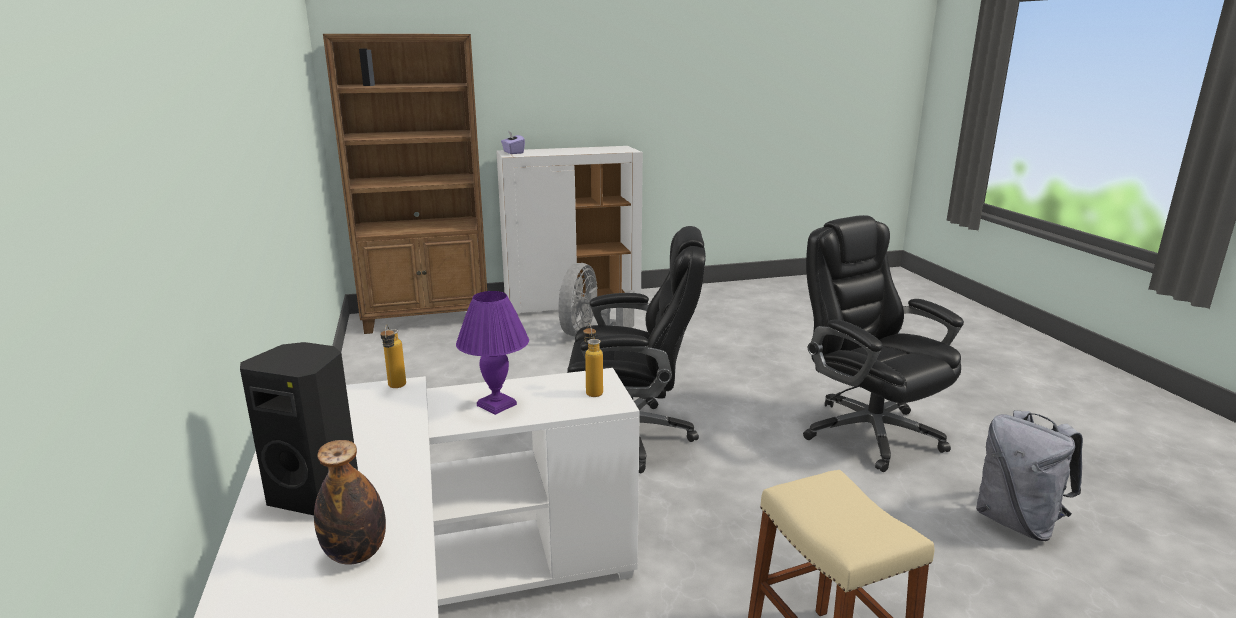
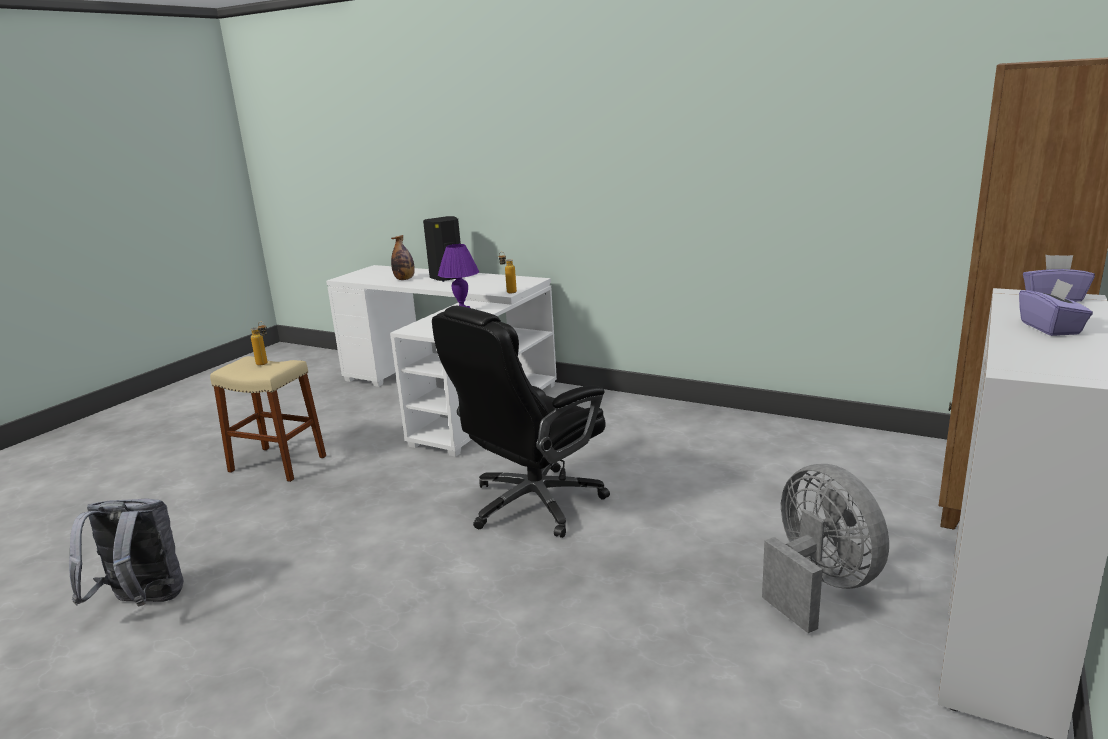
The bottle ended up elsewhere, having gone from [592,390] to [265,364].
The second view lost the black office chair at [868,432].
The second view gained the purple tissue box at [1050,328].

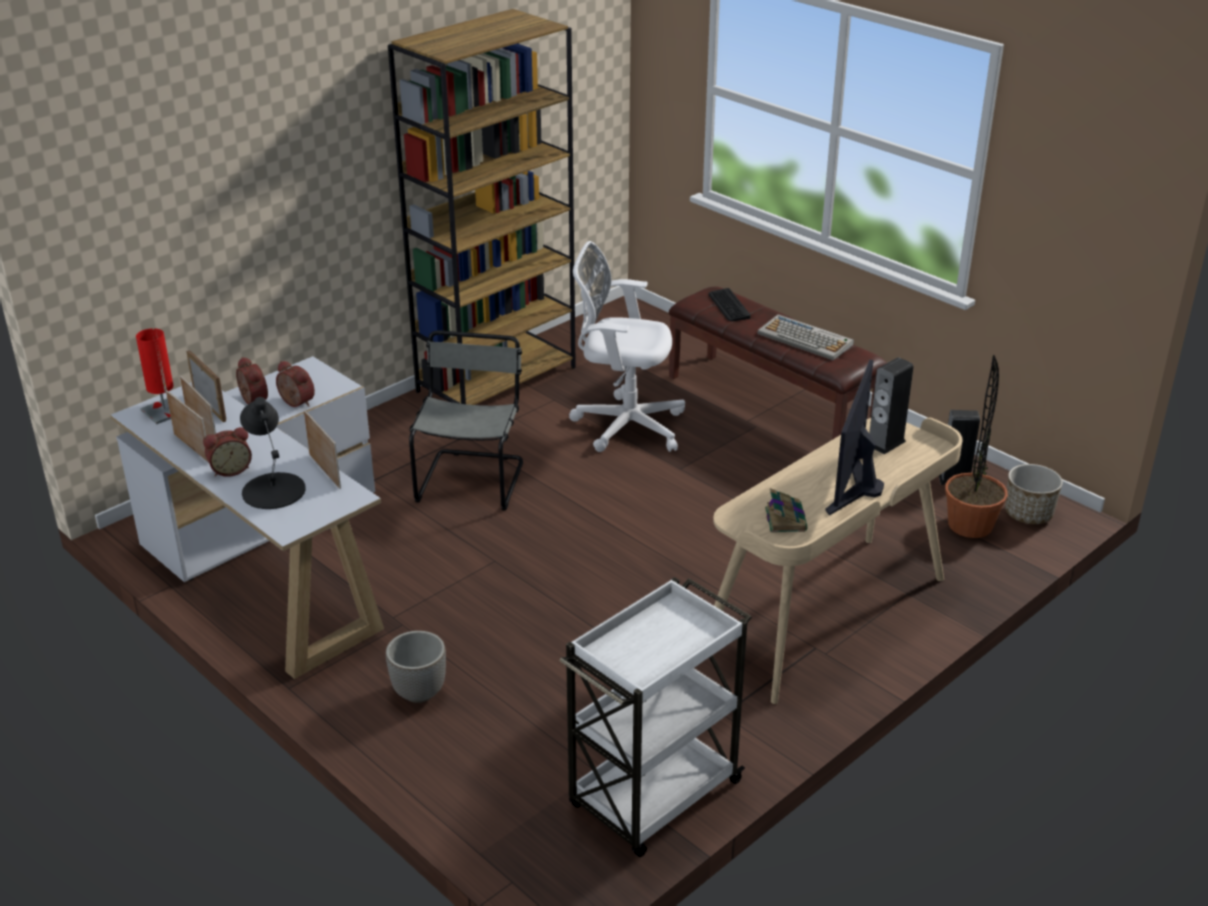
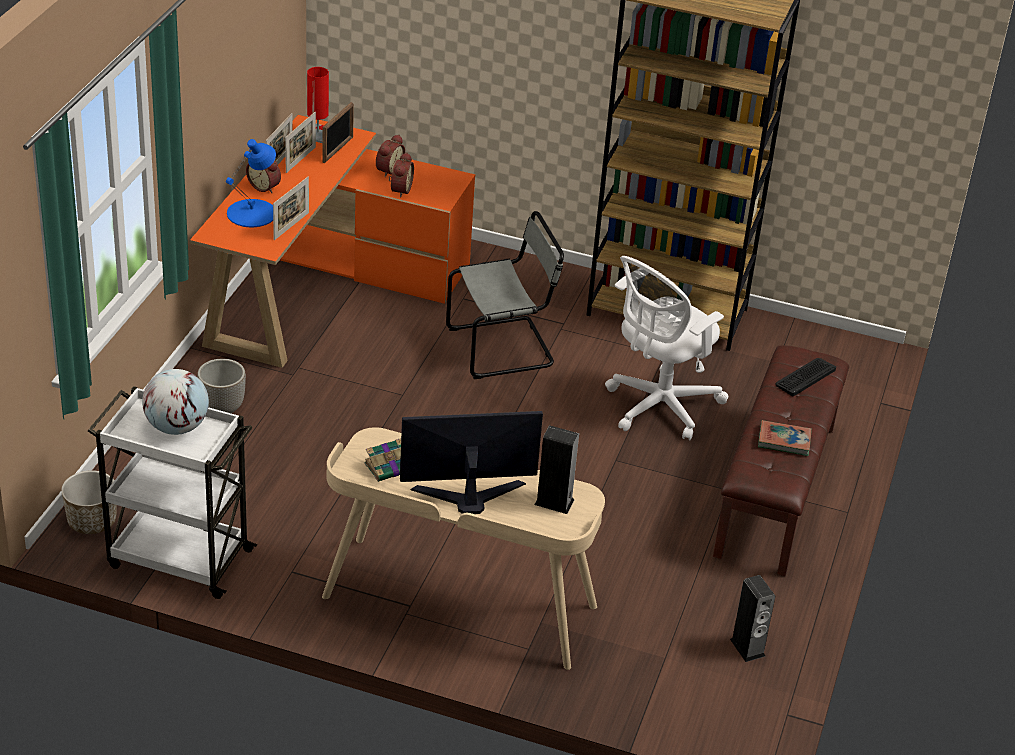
What was the white desk at [273,562] turned into the orange desk at [323,288].
What was the black table lamp at [274,490] turned into the blue table lamp at [252,213].
The white office chair at [624,425] ended up facing another way, 120 degrees counterclockwise from before.
Where the keyboard stood at [806,339], the book came to stand at [784,441].
The second view lost the potted plant at [970,525].
The planter ended up elsewhere, having gone from [1028,514] to [92,521].
The second view gained the globe at [176,427].

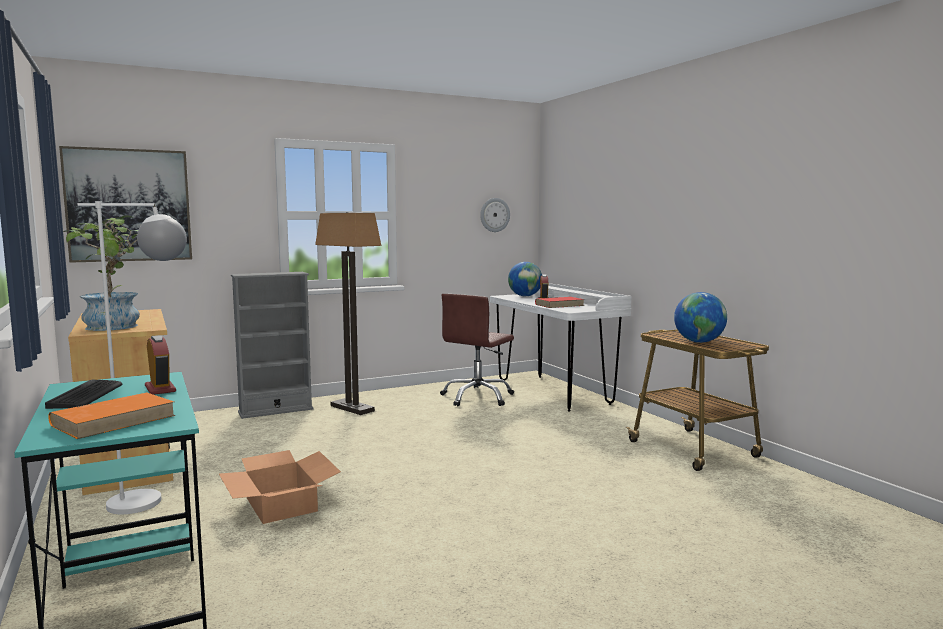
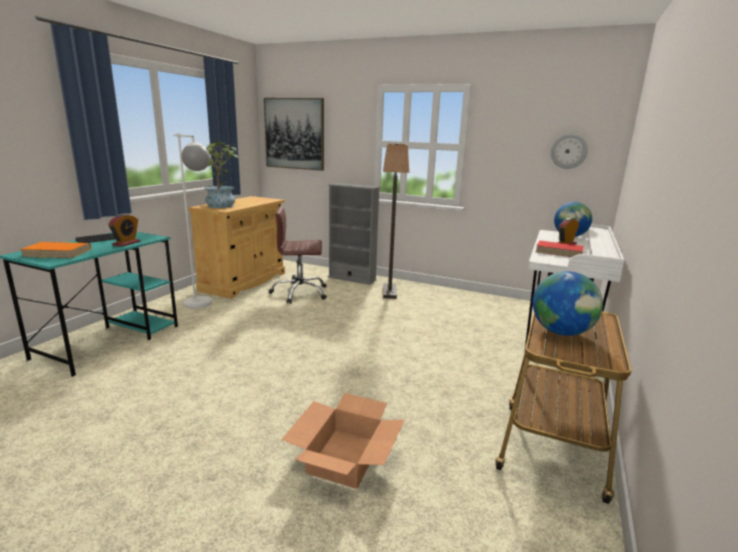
The cardboard box ended up elsewhere, having gone from [281,504] to [344,457].
The brown office chair ended up elsewhere, having gone from [477,397] to [300,293].

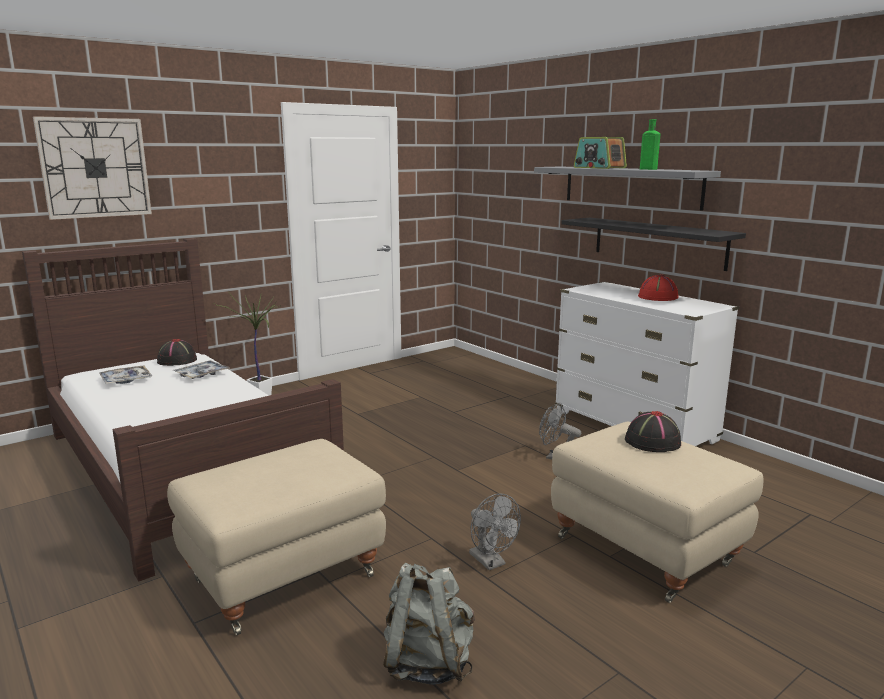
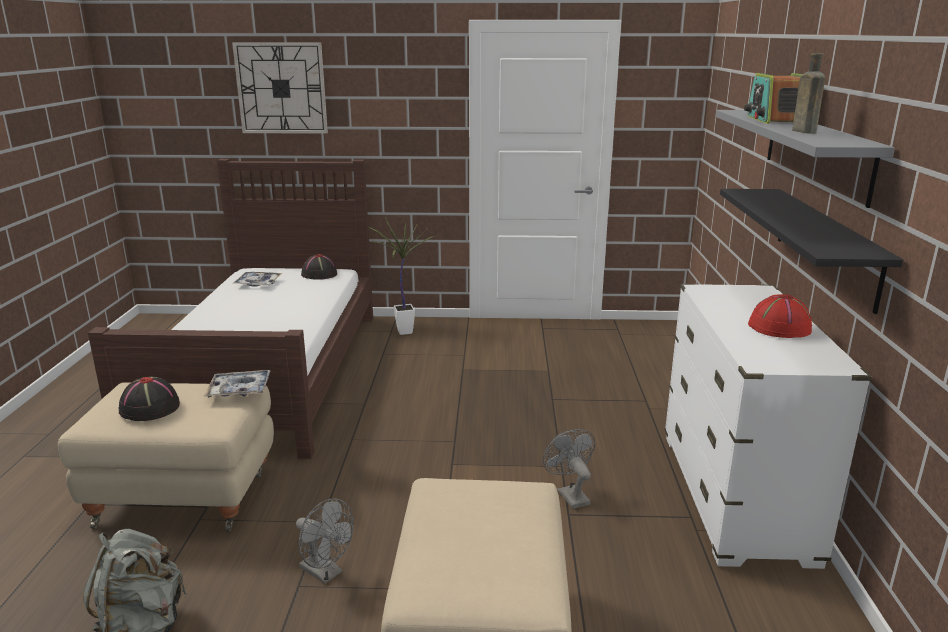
The tray ended up elsewhere, having gone from [202,374] to [239,390].
The grey fan at [491,562] ended up facing another way, 60 degrees counterclockwise from before.
The black hat ended up elsewhere, having gone from [652,442] to [149,408].
What was the green bottle at [647,169] turned into the brown bottle at [802,131].

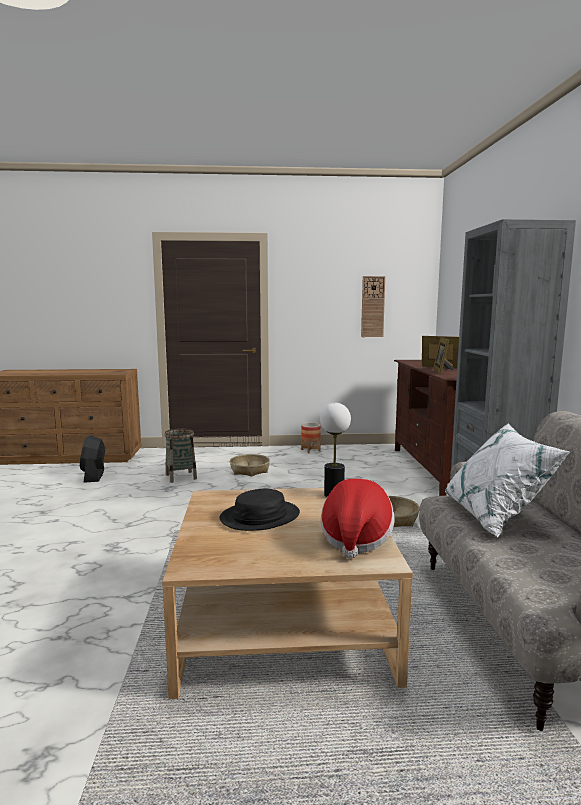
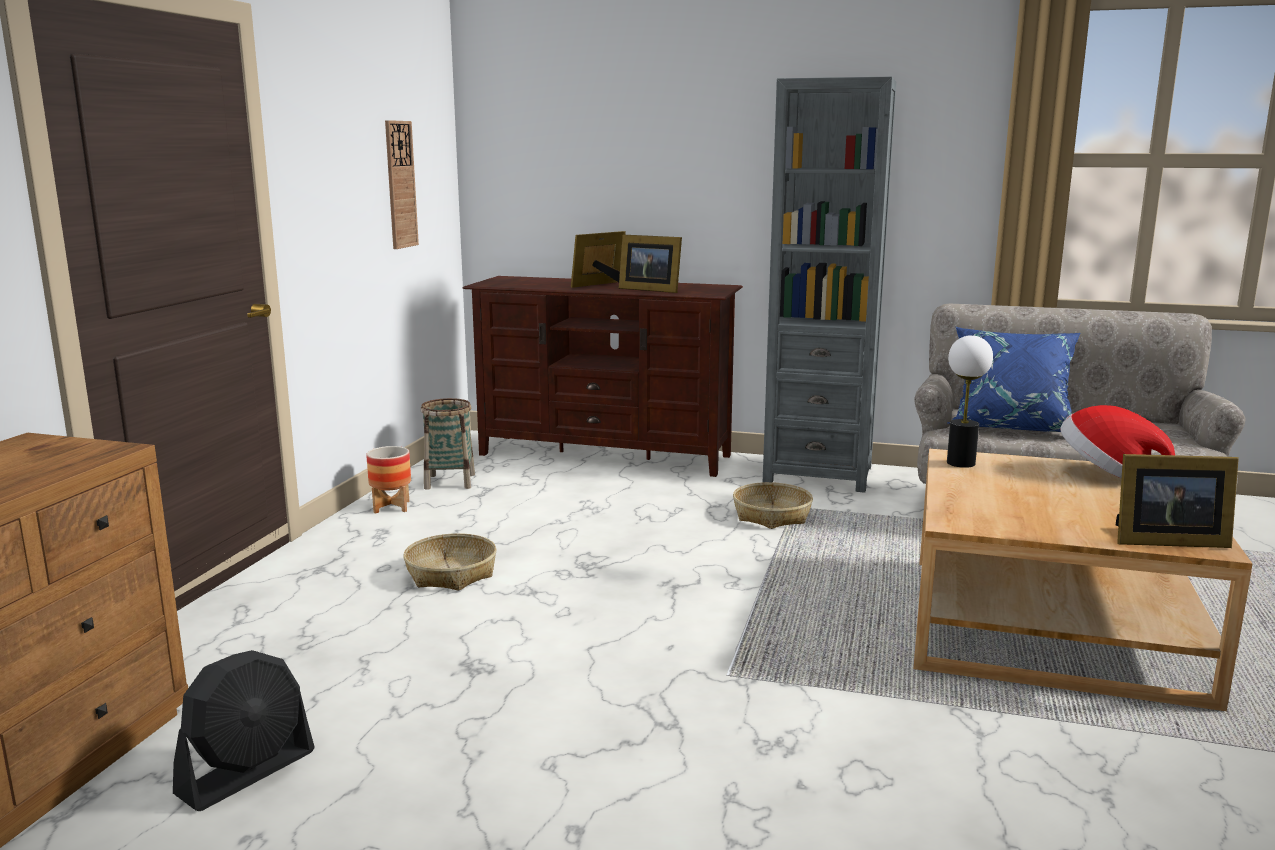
The black fan at [94,476] ended up facing another way, 60 degrees counterclockwise from before.
The basket ended up elsewhere, having gone from [181,477] to [449,481].
The second view lost the black hat at [260,517].
What was the white pillow at [495,516] turned into the blue pillow at [1010,426].
The second view gained the picture frame at [1164,540].

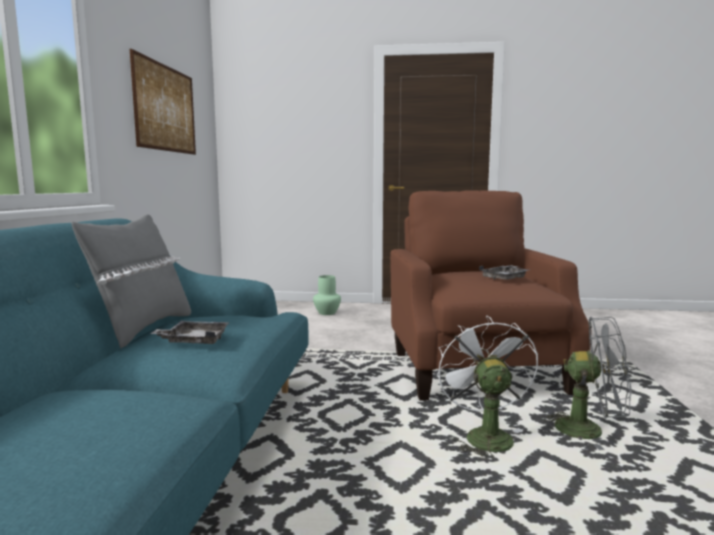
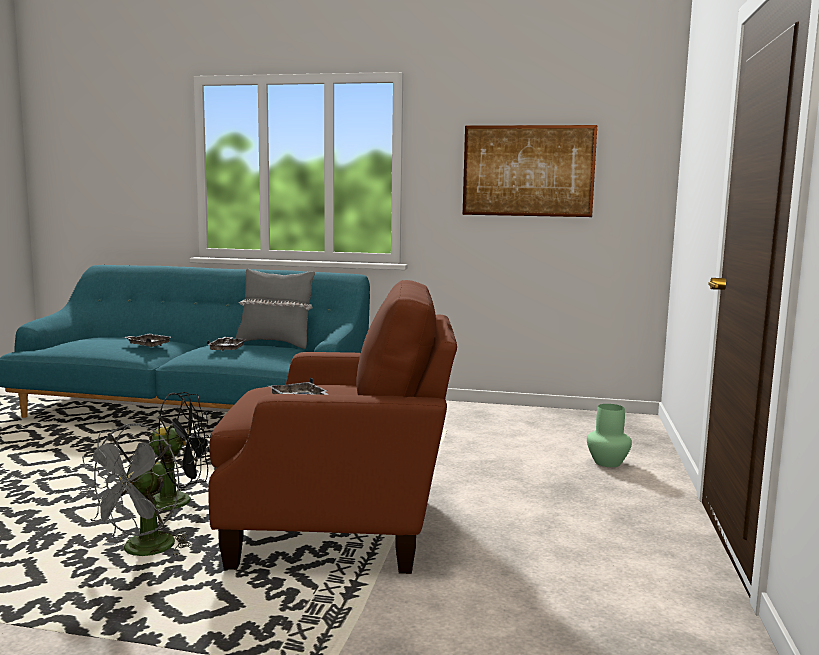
What was the white fan at [483,435] turned into the black fan at [180,502].
The second view gained the grey tray at [148,345].

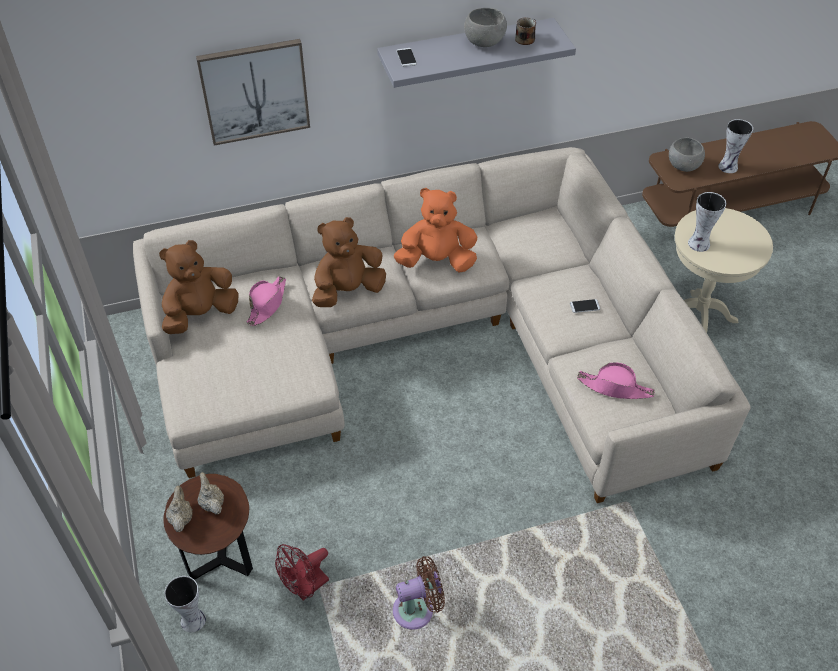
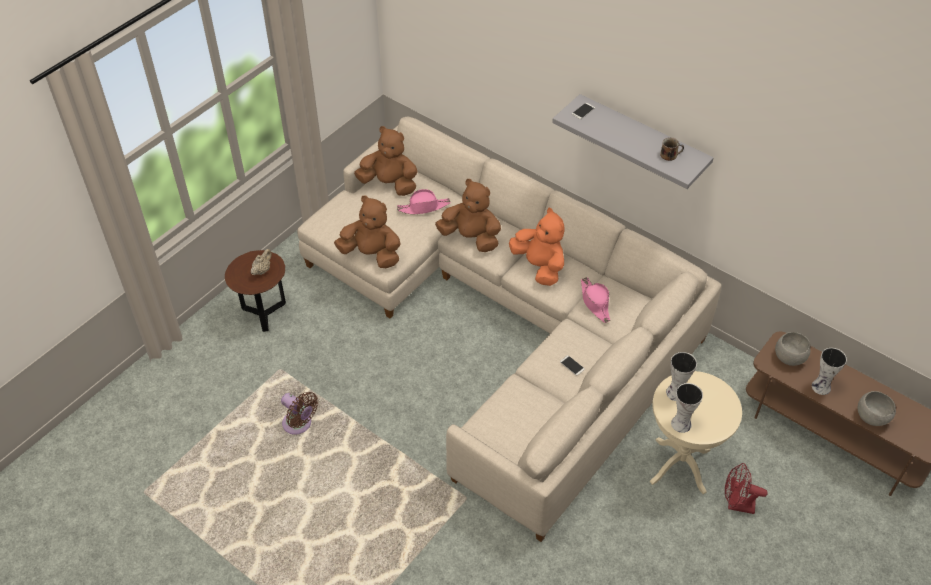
The vase ended up elsewhere, having gone from [192,619] to [681,423].
The second view lost the beige teapot at [181,518].
The second view lost the picture at [255,91].
The red fan ended up elsewhere, having gone from [305,588] to [736,505].
The grey bowl ended up elsewhere, having gone from [484,42] to [872,417].
The pink hat ended up elsewhere, having gone from [615,388] to [595,302].
The second view gained the brown plush toy at [371,254].

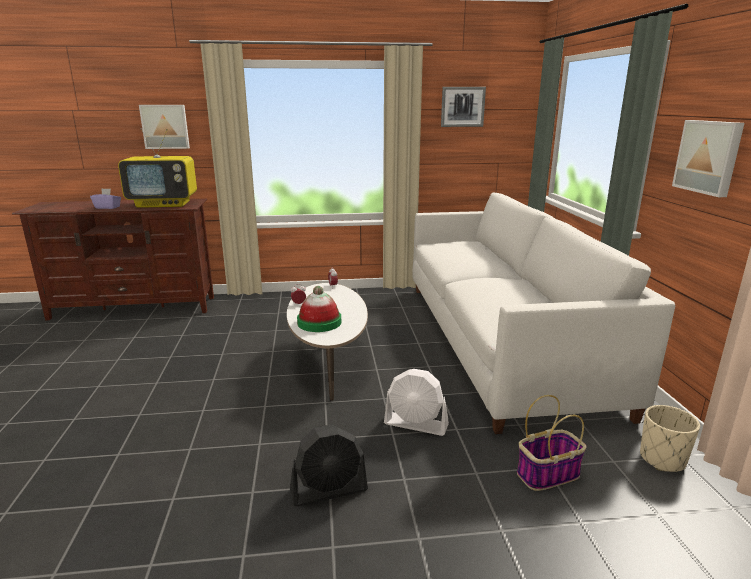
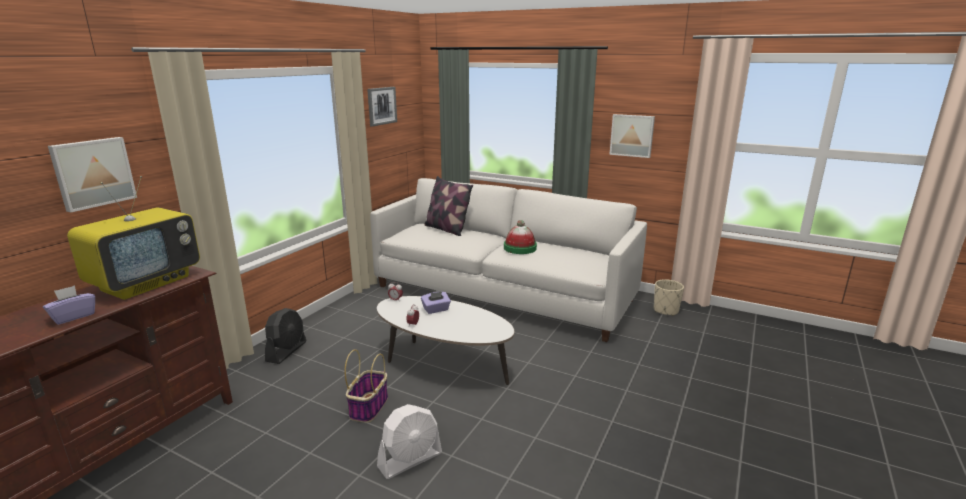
The black fan ended up elsewhere, having gone from [329,490] to [286,351].
The hat ended up elsewhere, having gone from [319,322] to [520,248].
The white fan ended up elsewhere, having gone from [416,424] to [410,460].
The basket ended up elsewhere, having gone from [548,474] to [369,407].
The second view gained the purple tissue box at [436,310].
The second view gained the pillow at [447,229].

